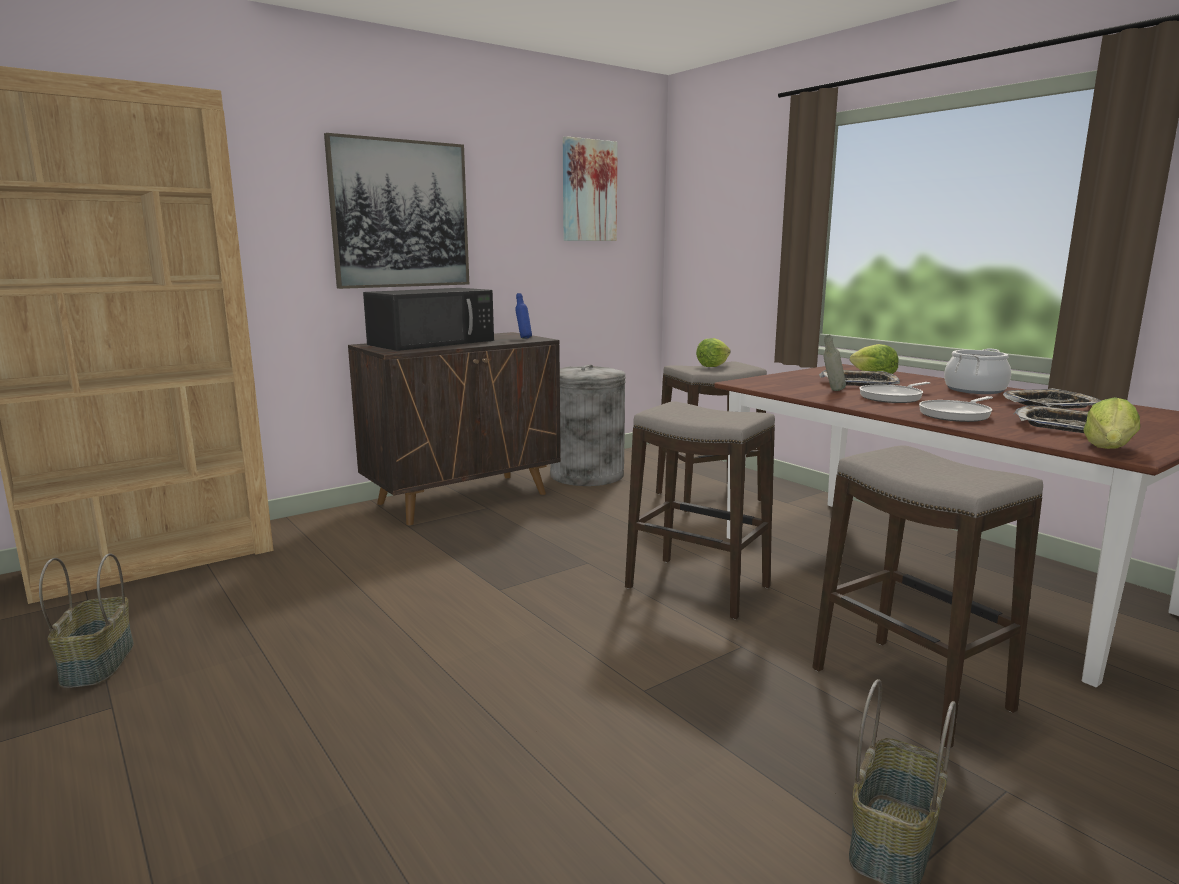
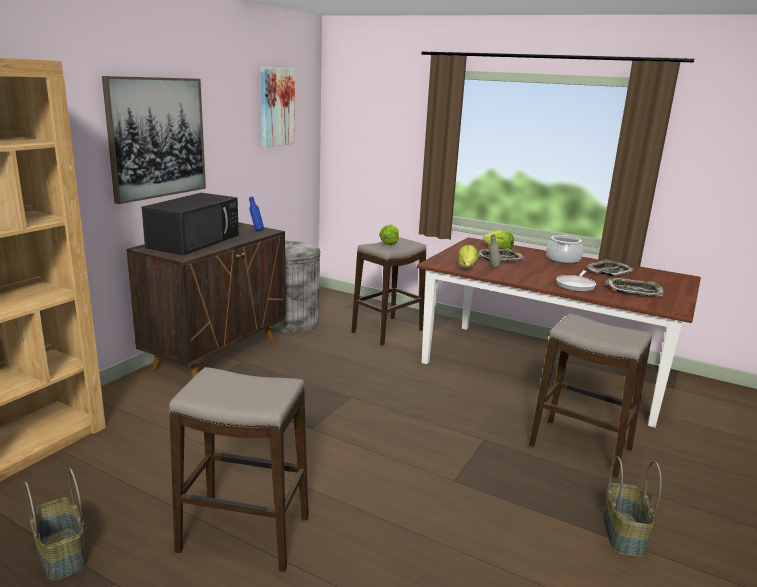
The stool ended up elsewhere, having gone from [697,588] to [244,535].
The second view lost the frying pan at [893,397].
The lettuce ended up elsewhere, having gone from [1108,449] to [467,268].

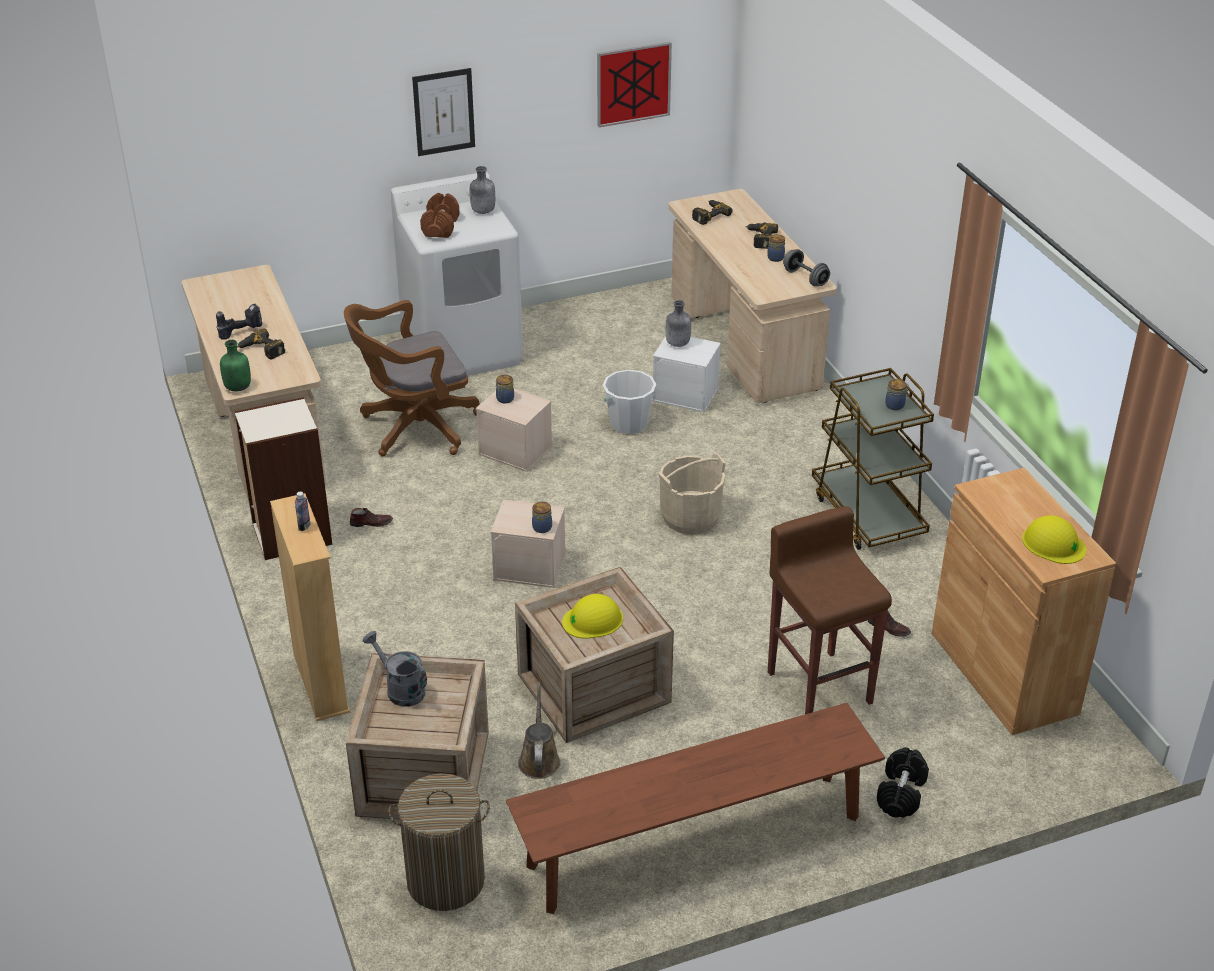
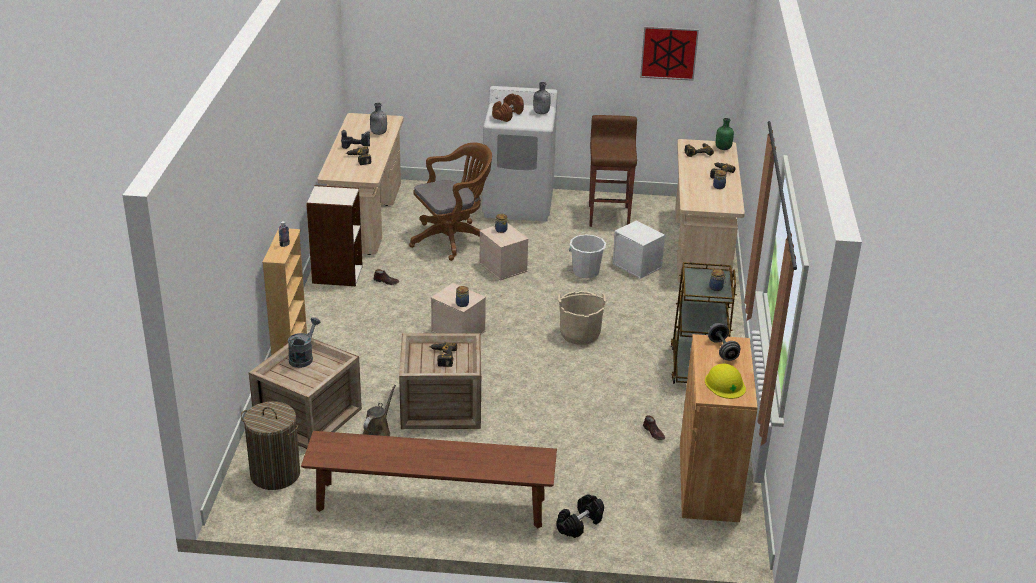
The green bottle ended up elsewhere, having gone from [238,387] to [723,148].
The brown office chair at [414,428] ended up facing another way, 150 degrees clockwise from before.
The grey watering can at [400,689] ended up facing another way, 45 degrees clockwise from before.
The second view lost the picture at [444,112].
Where the yellow hard hat stood at [593,620], the power drill came to stand at [442,357].
The grey bottle ended up elsewhere, having gone from [677,344] to [378,133].
The brown stool ended up elsewhere, having gone from [819,686] to [609,216].
The grey dumbbell ended up elsewhere, having gone from [805,278] to [722,350].

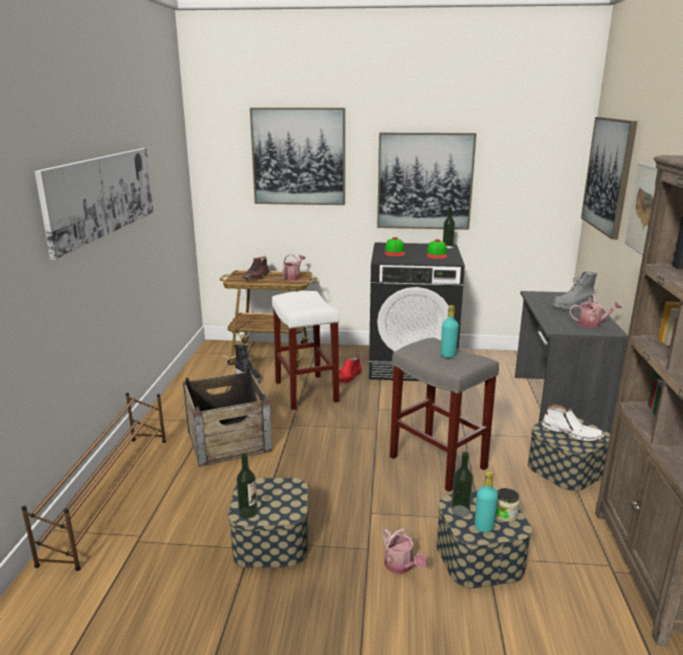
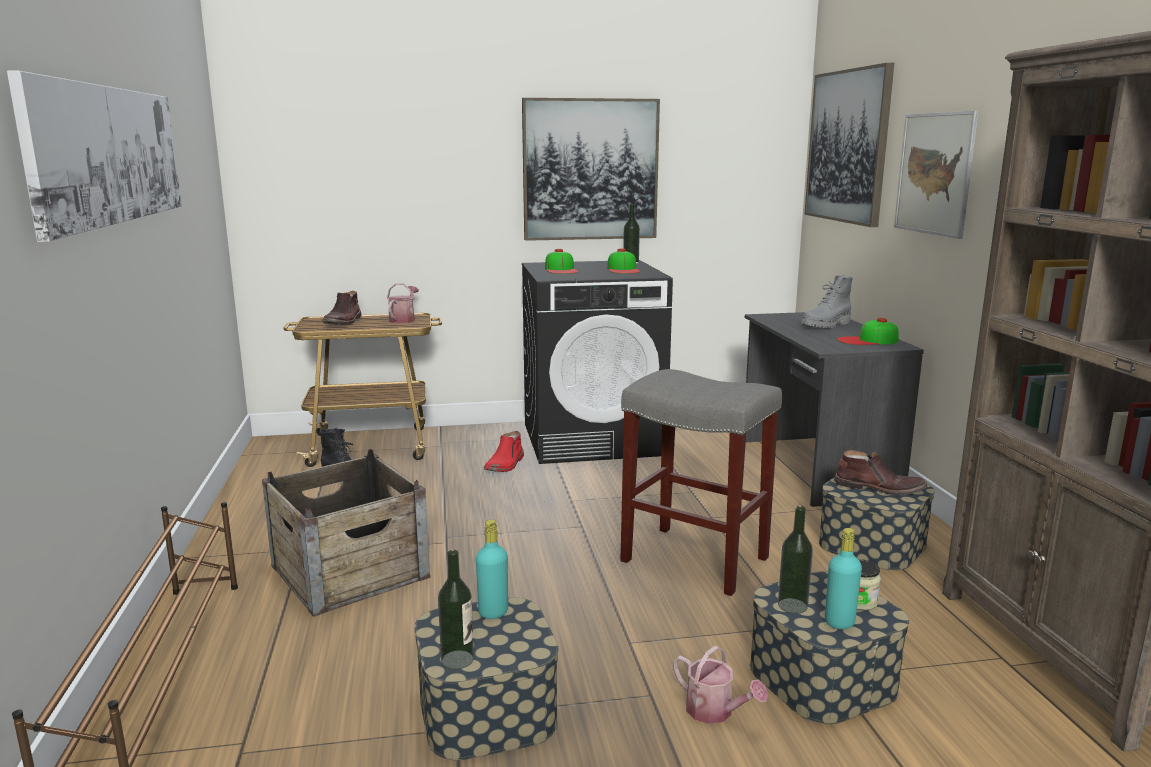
The second view lost the picture at [298,157].
The second view lost the white stool at [307,392].
The turquoise bottle ended up elsewhere, having gone from [448,355] to [493,612].
What was the white boot at [571,432] turned into the brown boot at [879,488].
Where the watering can stood at [592,324], the cap came to stand at [867,340].

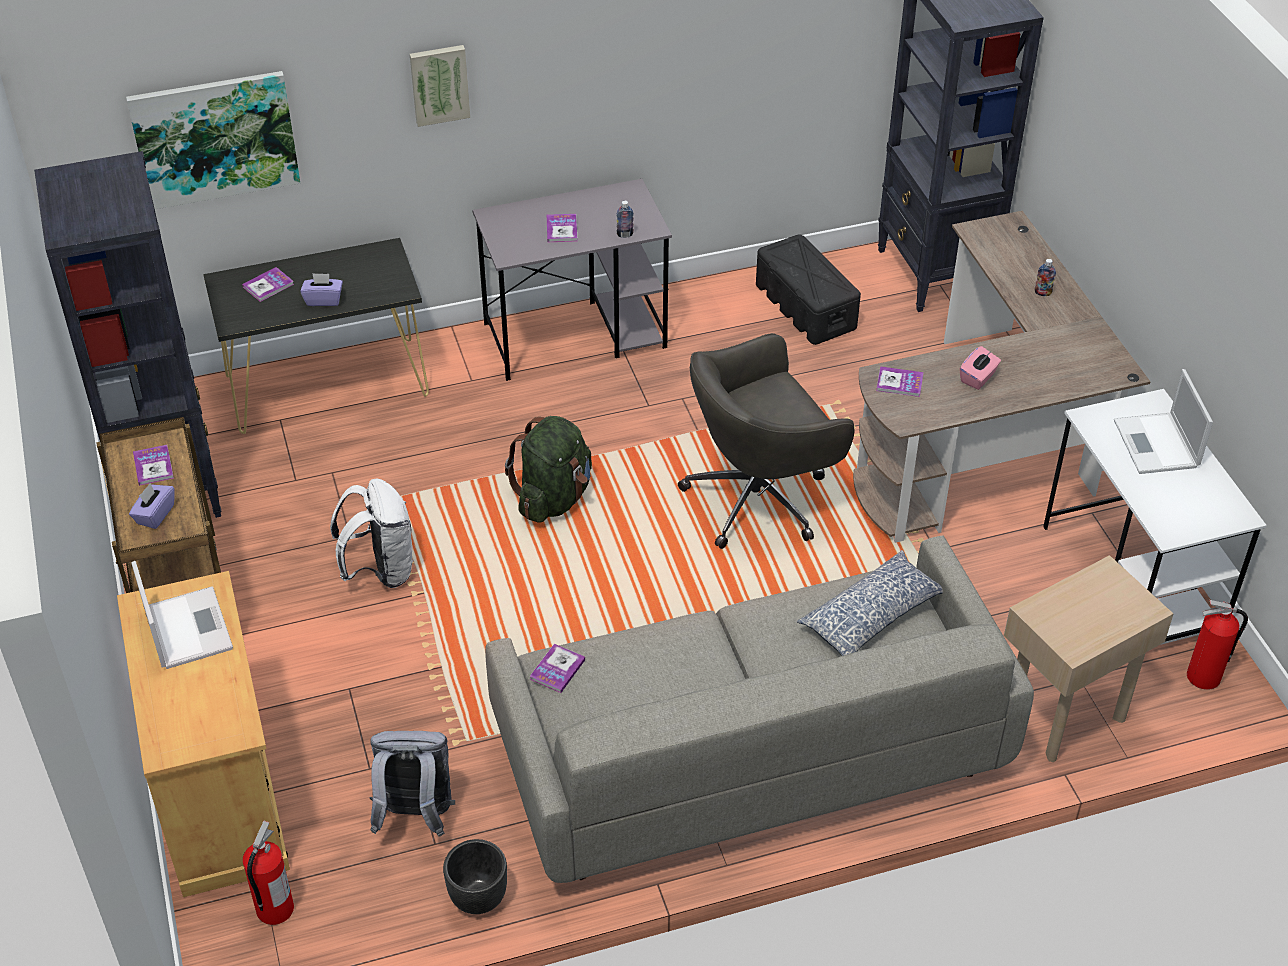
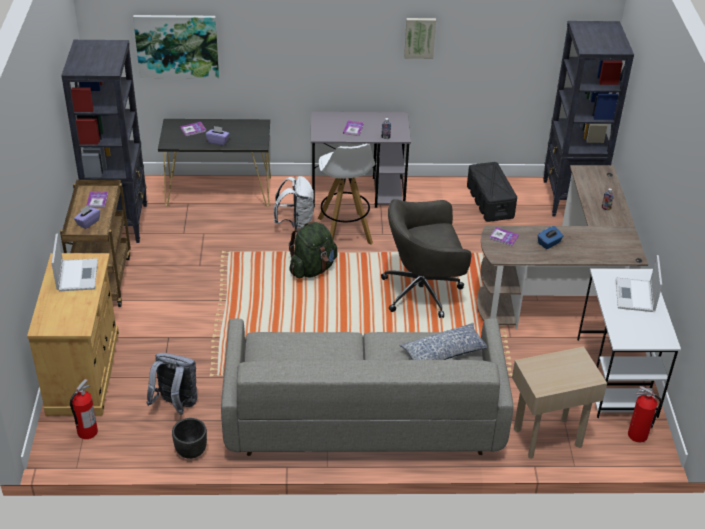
The white backpack ended up elsewhere, having gone from [380,570] to [296,225].
The picture ended up elsewhere, having gone from [439,84] to [419,37].
The second view lost the book at [557,669].
What was the pink tissue box at [978,378] turned into the blue tissue box at [549,243].
The second view gained the white stool at [345,231].

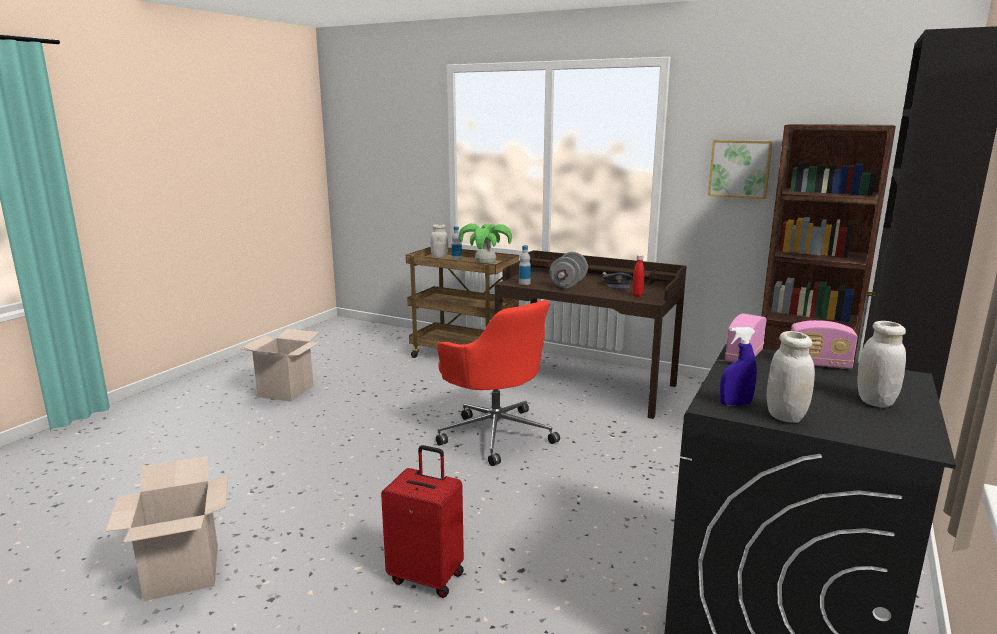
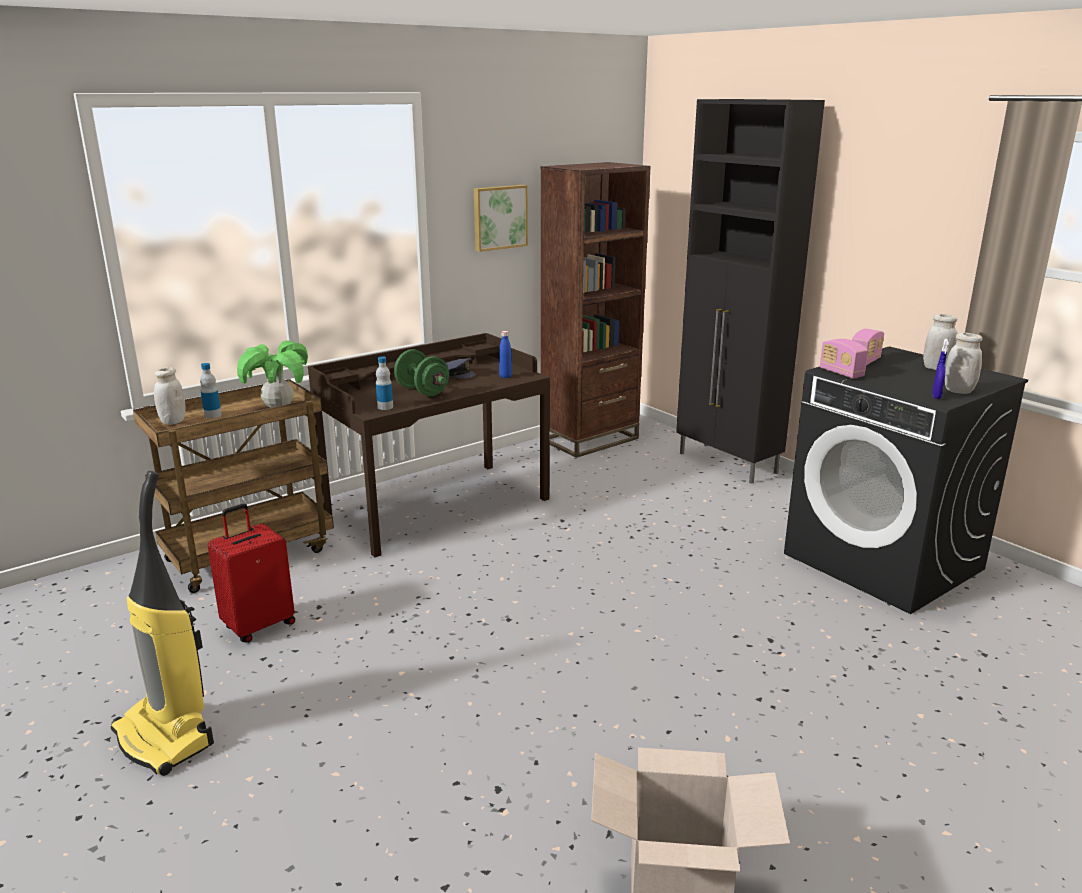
Where the cardboard box stood at [286,391], the vacuum cleaner came to stand at [166,738].
The red suitcase ended up elsewhere, having gone from [427,576] to [258,625].
The second view lost the red office chair at [495,434].
What was the grey dumbbell at [568,284] turned into the green dumbbell at [422,391].
What was the red bottle at [637,295] turned into the blue bottle at [505,376].

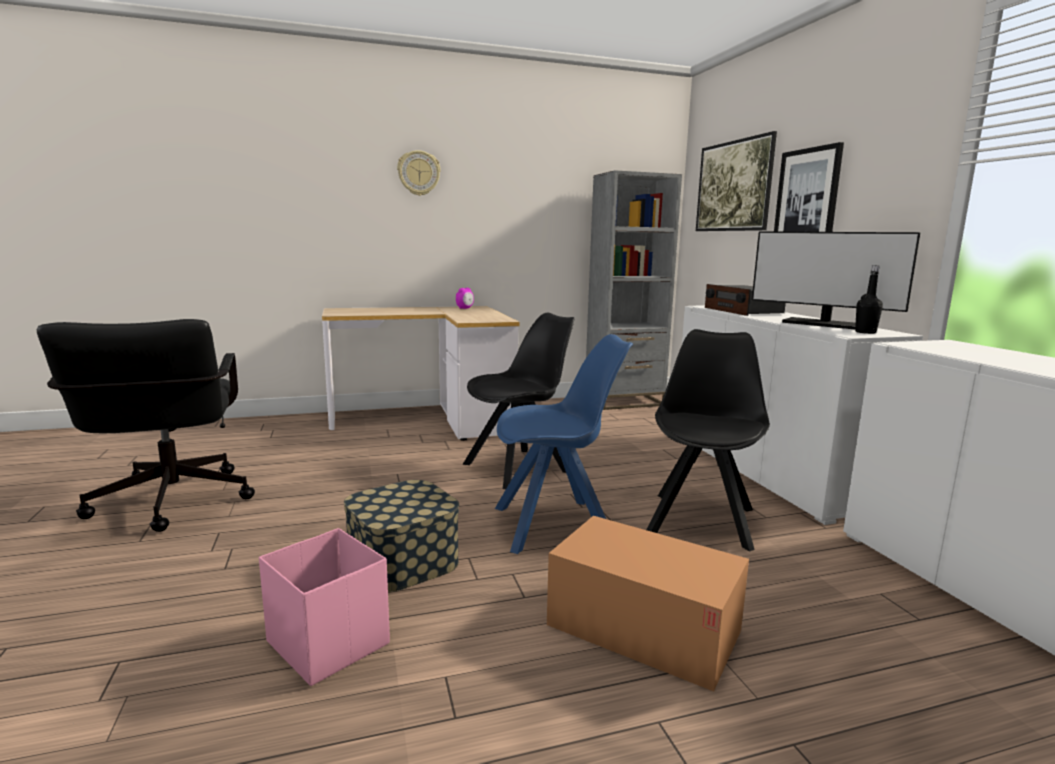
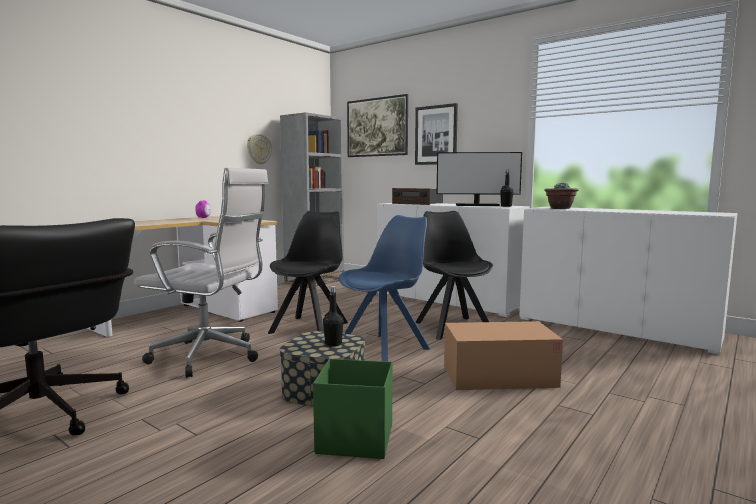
What was the pink storage box at [328,642] turned into the green storage box at [354,439].
The wall clock ended up elsewhere, having gone from [418,173] to [259,149].
The second view gained the white office chair at [211,357].
The second view gained the black bottle at [333,344].
The second view gained the potted plant at [560,208].

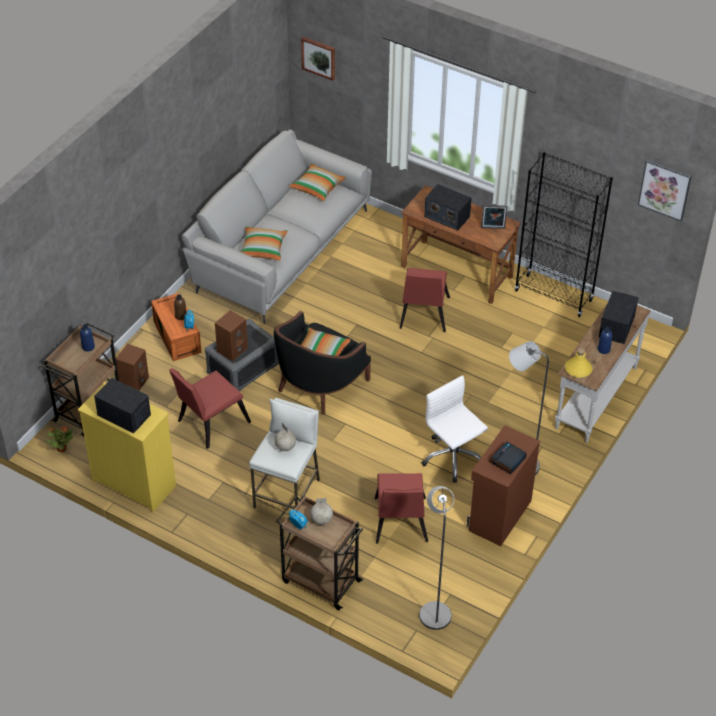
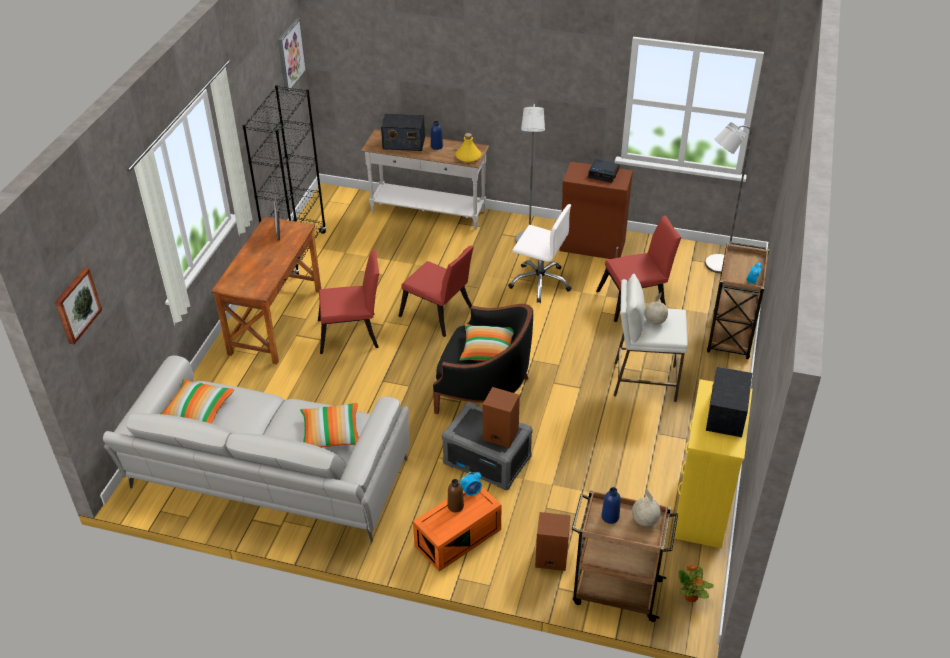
The red chair ended up elsewhere, having gone from [209,423] to [439,315].
The globe ended up elsewhere, having gone from [321,520] to [644,521].
The white office chair at [452,457] ended up facing another way, 105 degrees counterclockwise from before.
The second view lost the radio at [446,216].

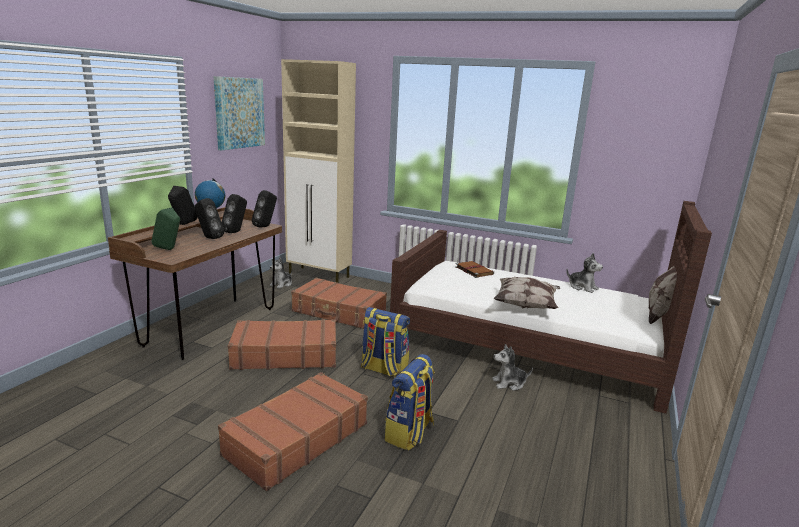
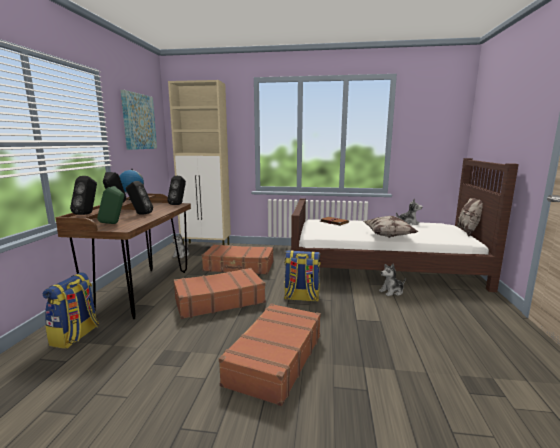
The black speaker ended up elsewhere, having gone from [236,232] to [88,214].
The backpack ended up elsewhere, having gone from [409,433] to [75,336].

